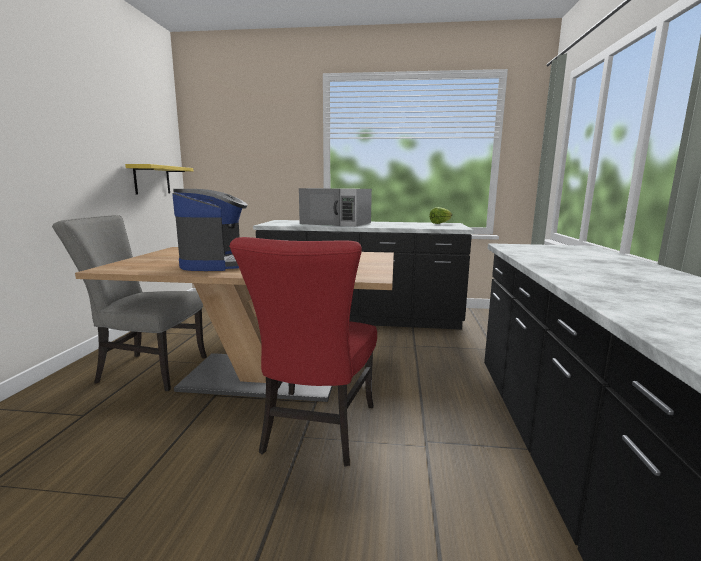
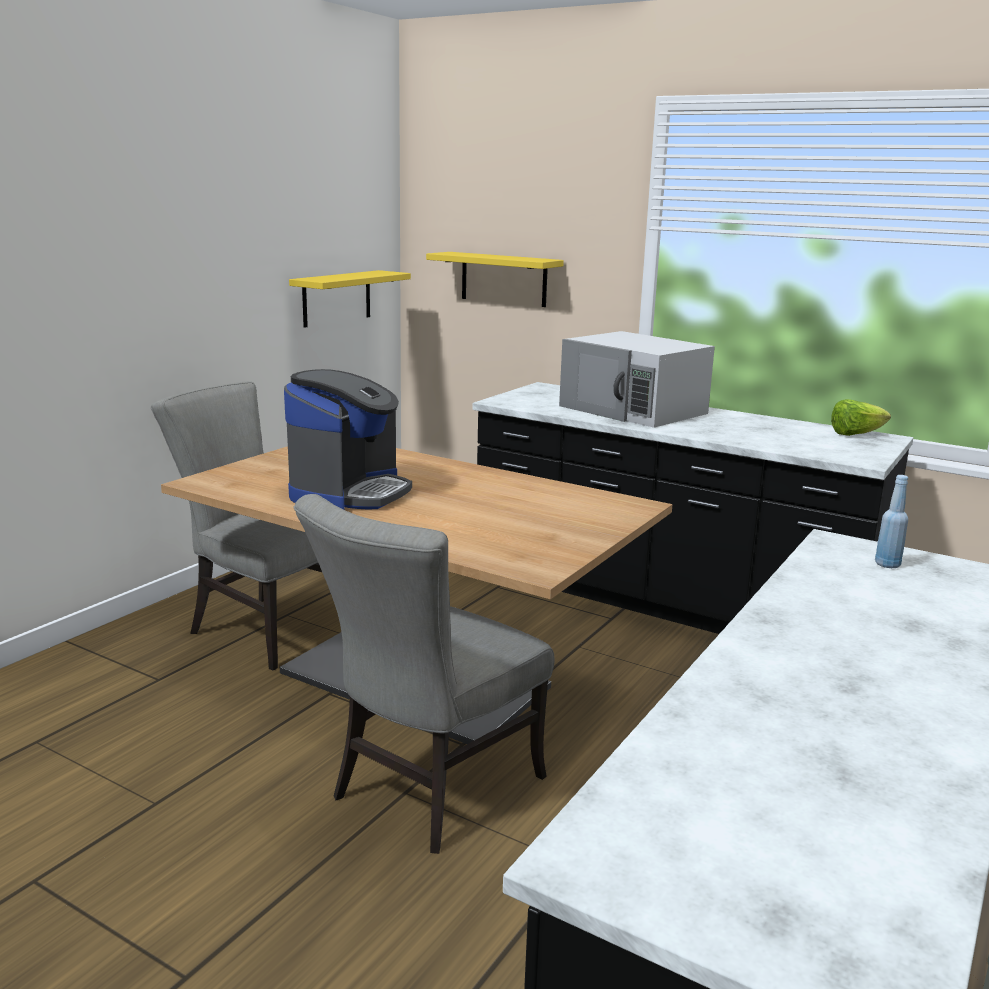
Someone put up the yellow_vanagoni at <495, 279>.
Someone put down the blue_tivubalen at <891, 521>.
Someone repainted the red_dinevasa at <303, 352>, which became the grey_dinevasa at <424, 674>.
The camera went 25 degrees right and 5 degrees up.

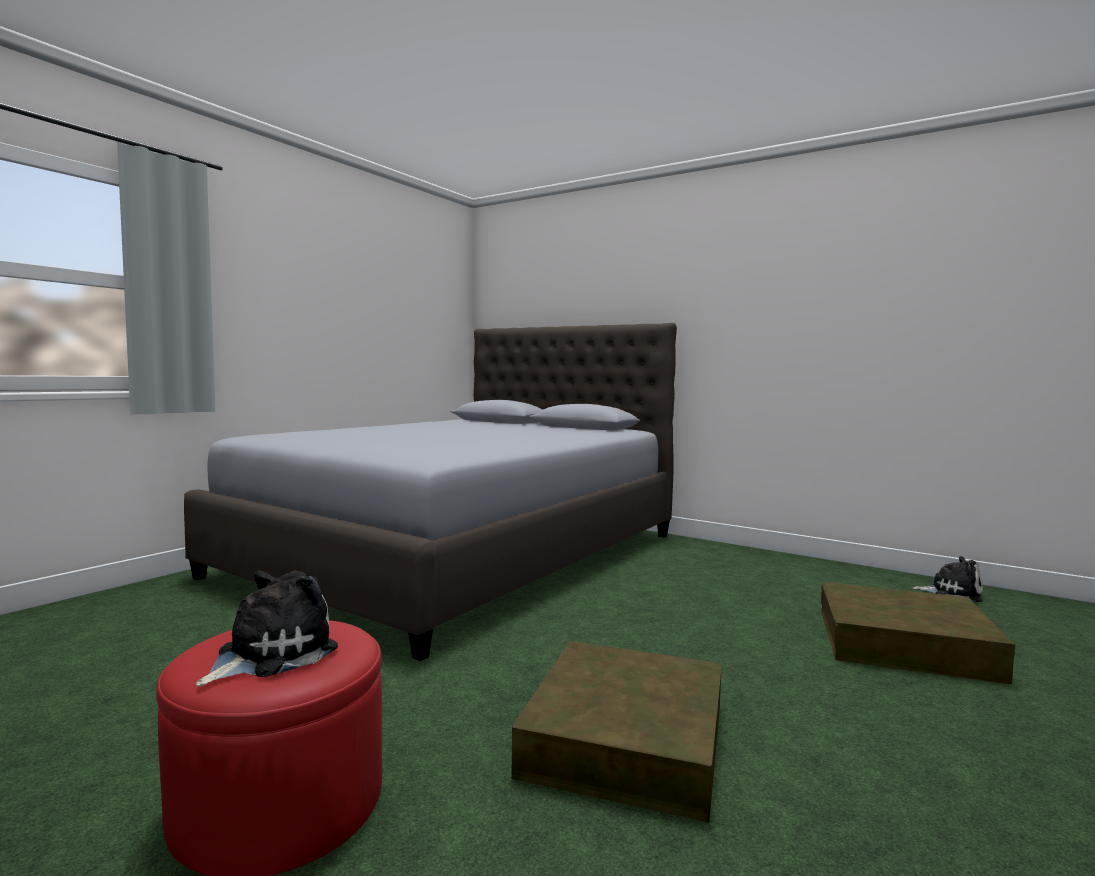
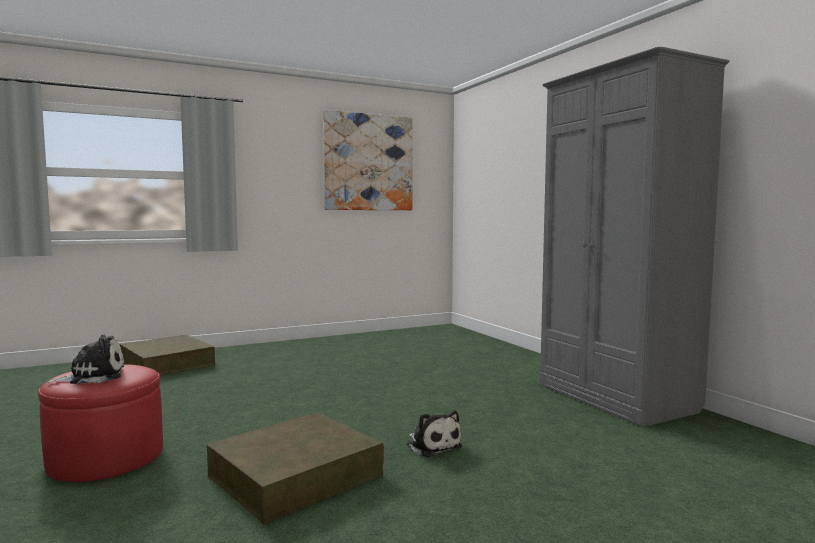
Someone took away the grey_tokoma at <430, 492>.
Someone put up the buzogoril at <368, 160>.
Someone put down the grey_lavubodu at <635, 237>.
Someone carried the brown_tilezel from <918, 633> to <167, 355>.
Someone carried the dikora from <947, 579> to <435, 433>.
The camera went 30 degrees right and 0 degrees up.

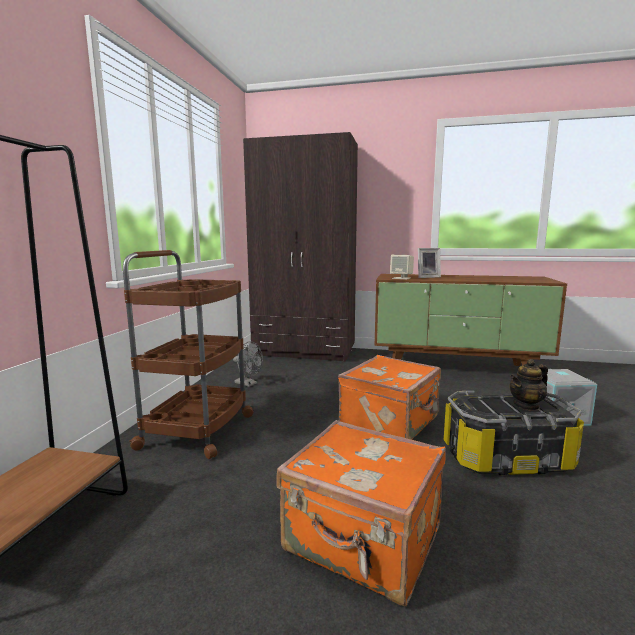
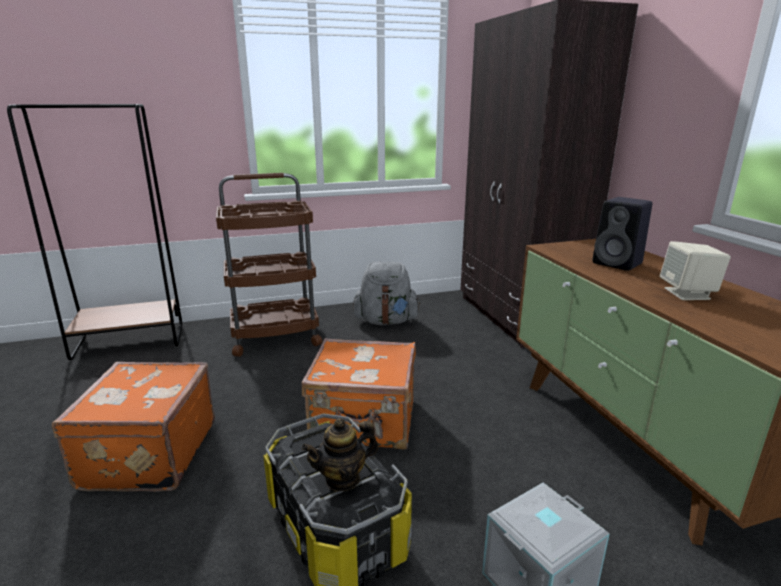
Someone carried the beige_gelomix from <402, 267> to <695, 270>.
Someone swapped the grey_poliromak at <248, 364> for the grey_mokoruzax at <386, 293>.
Someone swapped the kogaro at <429, 263> for the black_gelomix at <622, 234>.
Someone rotated the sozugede at <528, 385> by 60 degrees counterclockwise.
The camera went 60 degrees right and 10 degrees up.

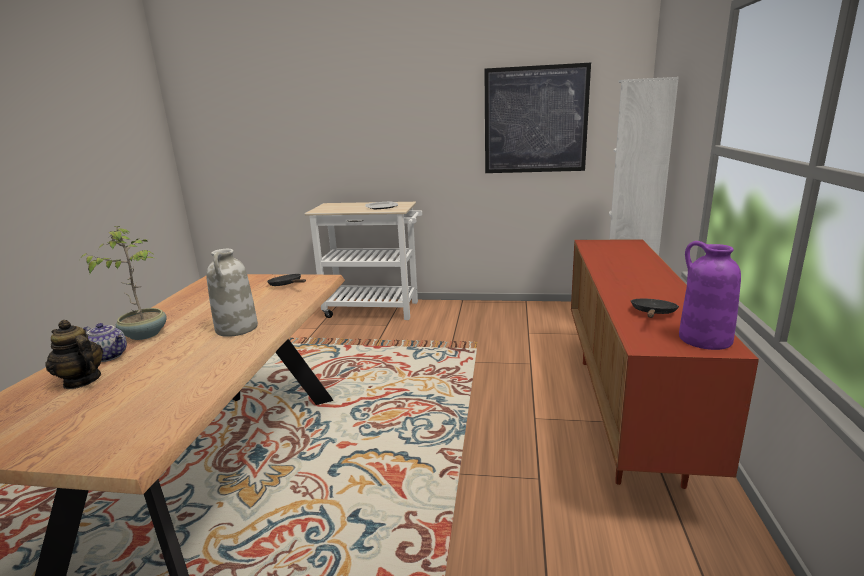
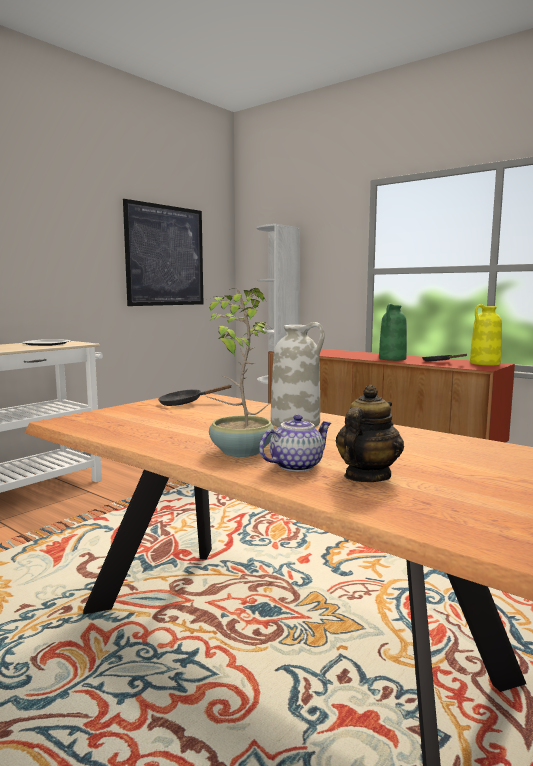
Someone put down the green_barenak at <393, 332>.
Someone repainted the purple_barenak at <710, 295>, which became the yellow_barenak at <486, 334>.
Someone rotated the sozugede at <74, 354> by 150 degrees clockwise.
The camera went 60 degrees left and 10 degrees down.

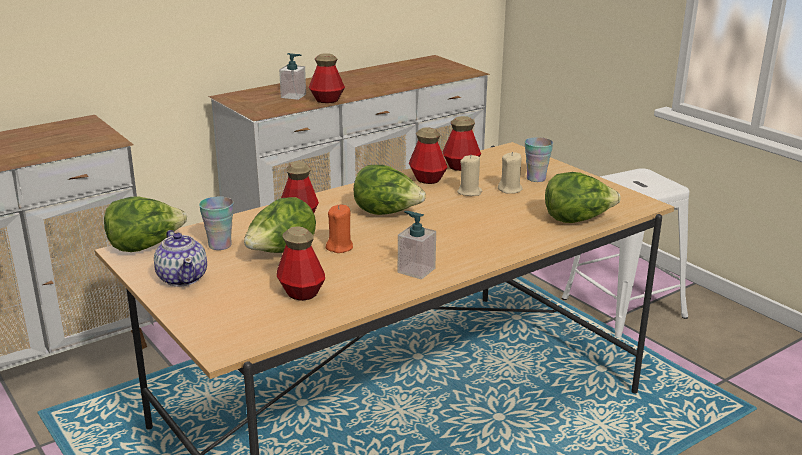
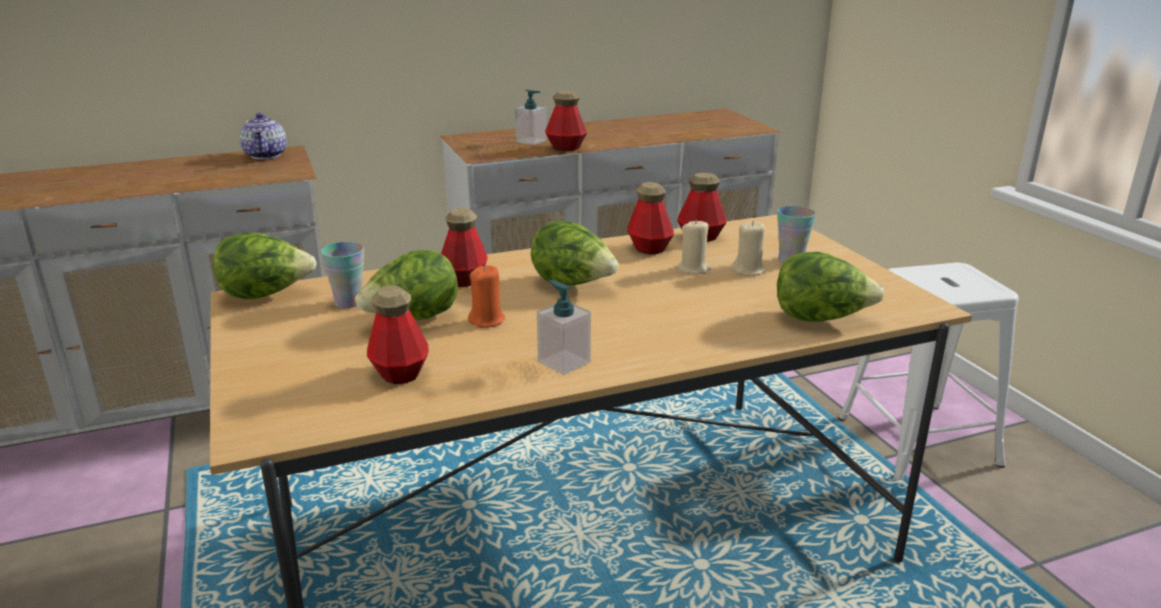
Someone carried the sozugede from <180, 258> to <263, 136>.
The camera went 15 degrees right and 0 degrees up.

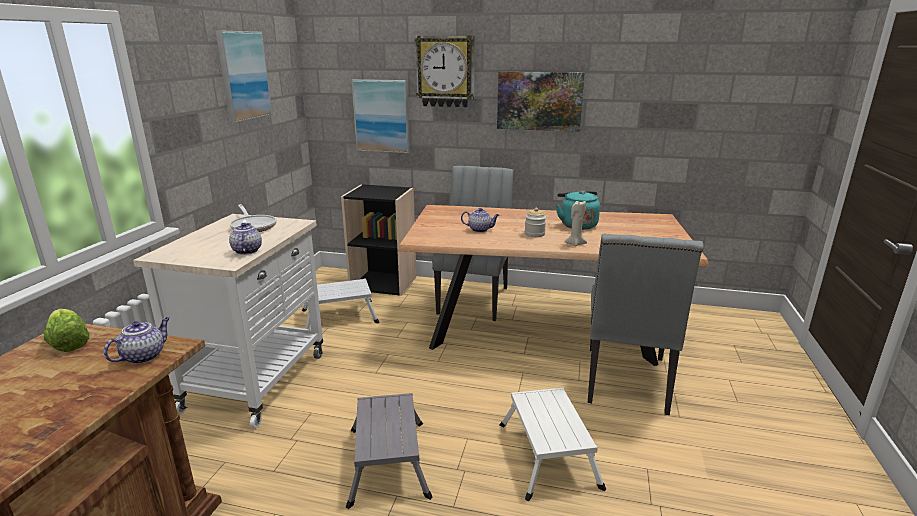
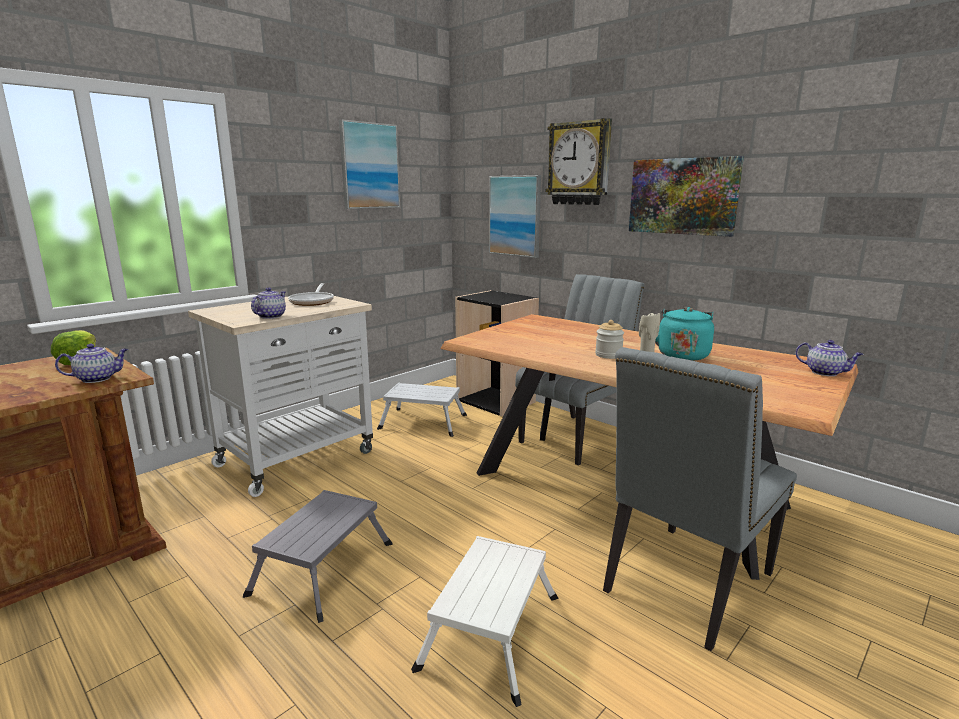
Someone carried the sozugede from <480, 220> to <830, 358>.
The camera went 30 degrees right and 5 degrees down.

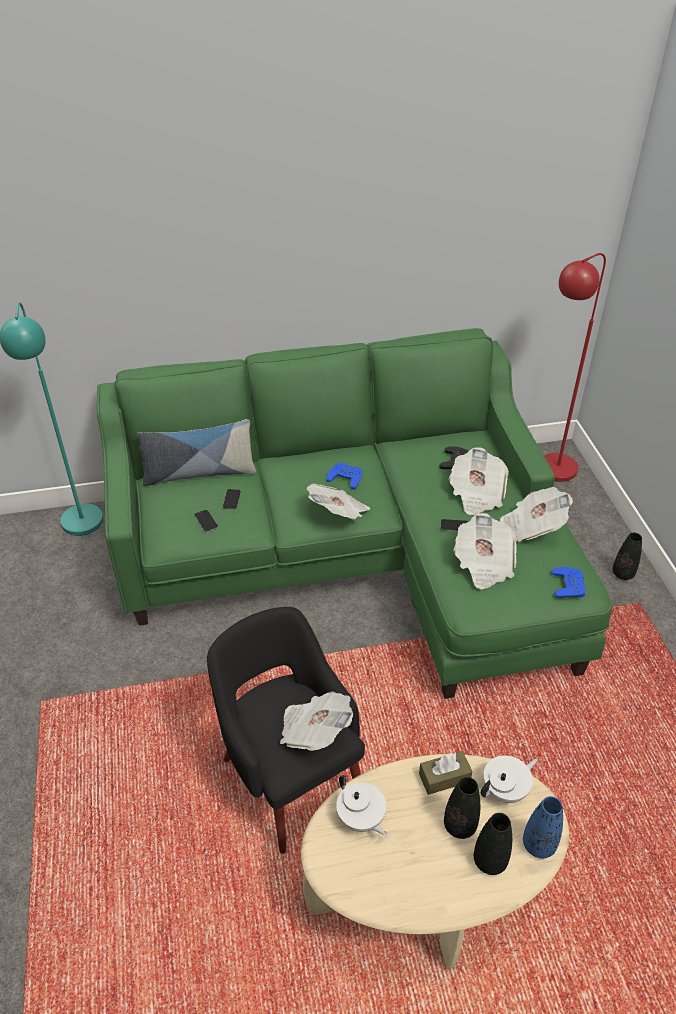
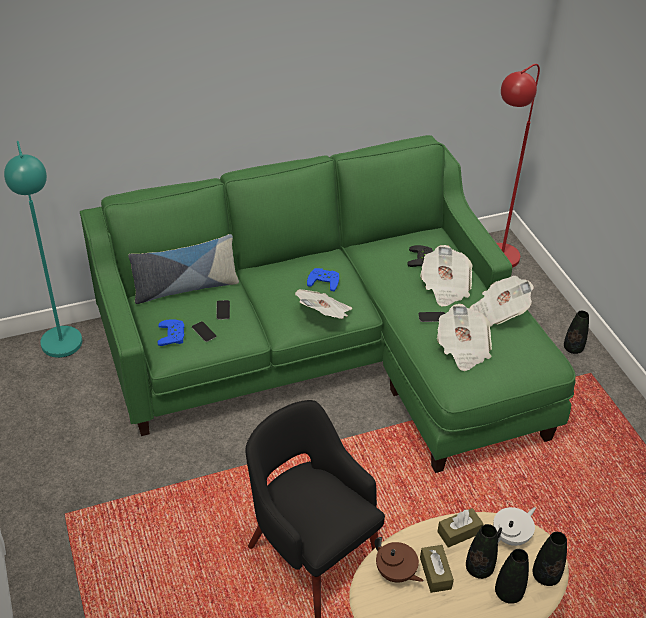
Someone took away the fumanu at <316, 721>.
Someone put down the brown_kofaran at <437, 569>.
Someone carried the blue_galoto from <568, 582> to <171, 332>.
Someone repainted the white_sozugede at <361, 805>, which became the brown_sozugede at <399, 560>.
Someone repainted the blue_barenak at <543, 827>, which became the black_barenak at <549, 559>.
The camera went 10 degrees left and 0 degrees up.

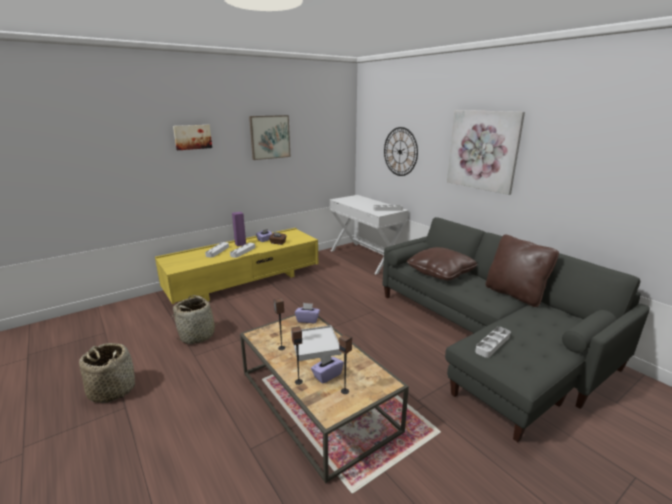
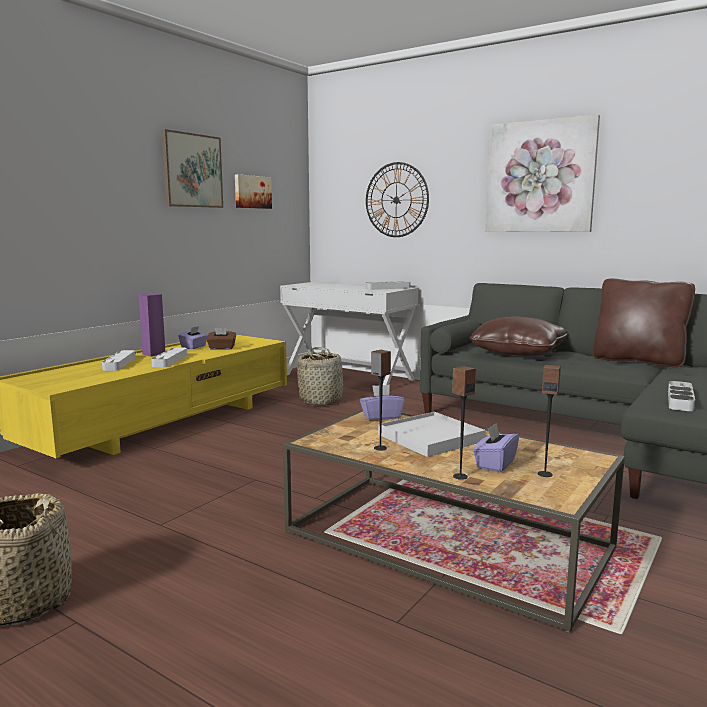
Someone carried the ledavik from <196, 319> to <320, 376>.
Someone carried the buzogoril from <192, 137> to <253, 191>.
The camera went 20 degrees left and 10 degrees down.

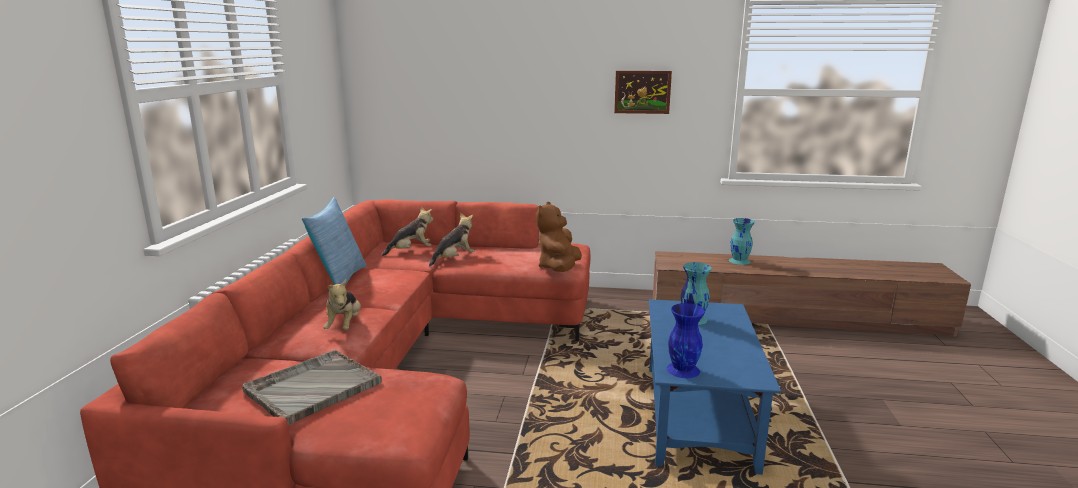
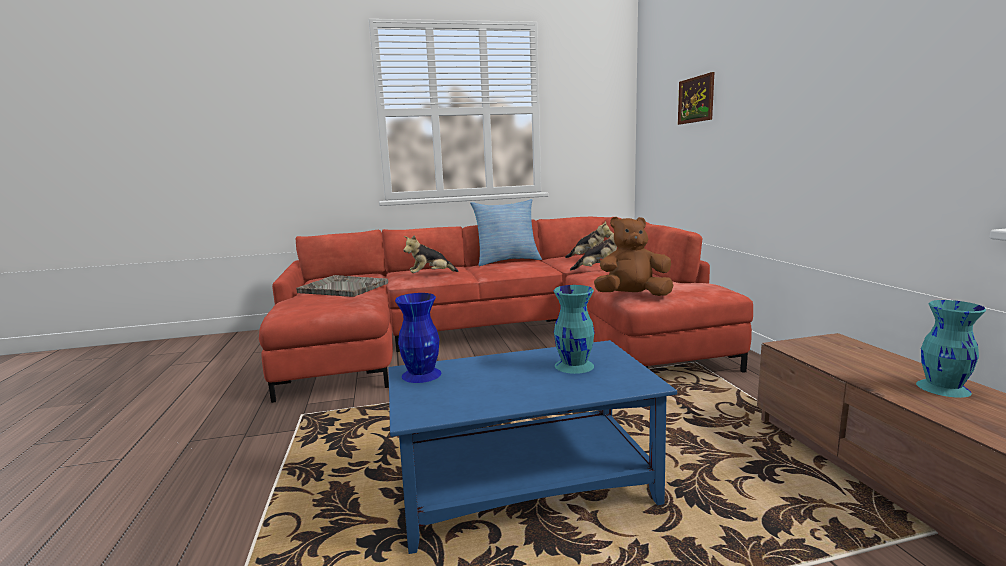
Someone carried the buzogoril from <643, 92> to <696, 98>.
The camera went 70 degrees right and 5 degrees down.

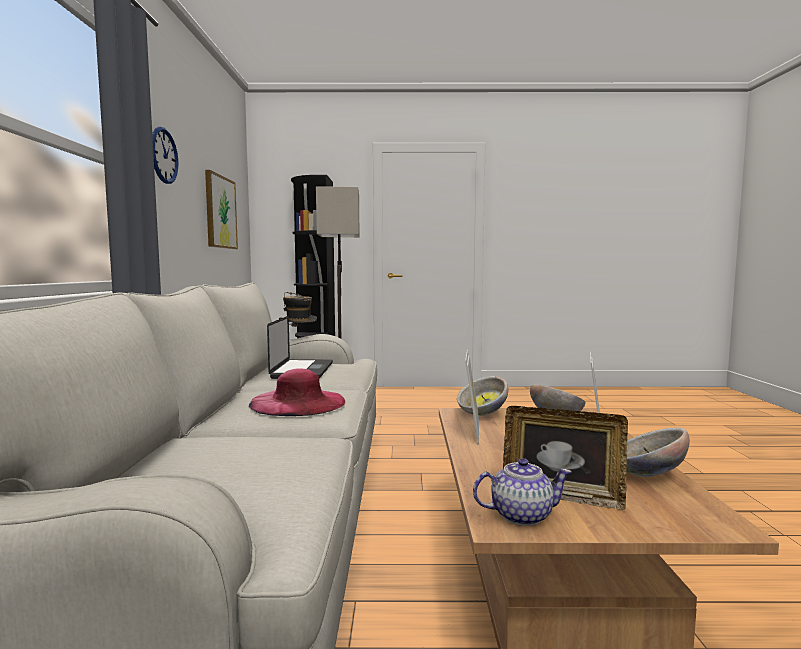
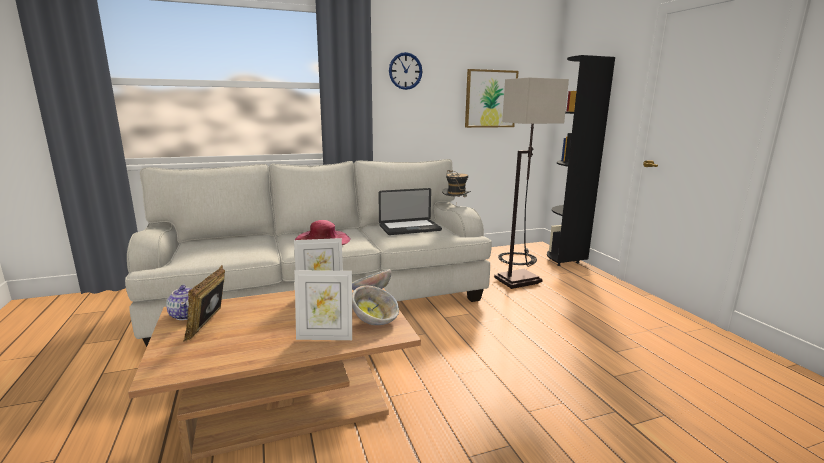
Someone took away the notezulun at <658, 452>.
The camera went 70 degrees right and 10 degrees up.

